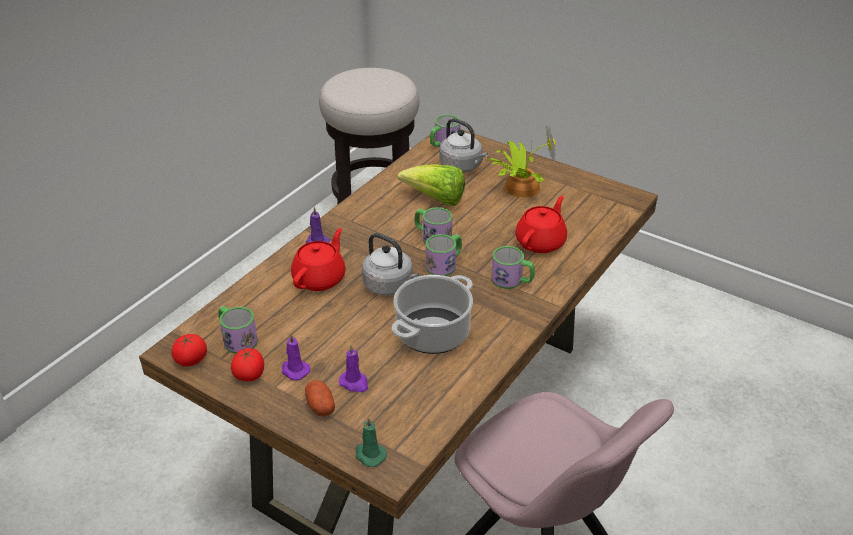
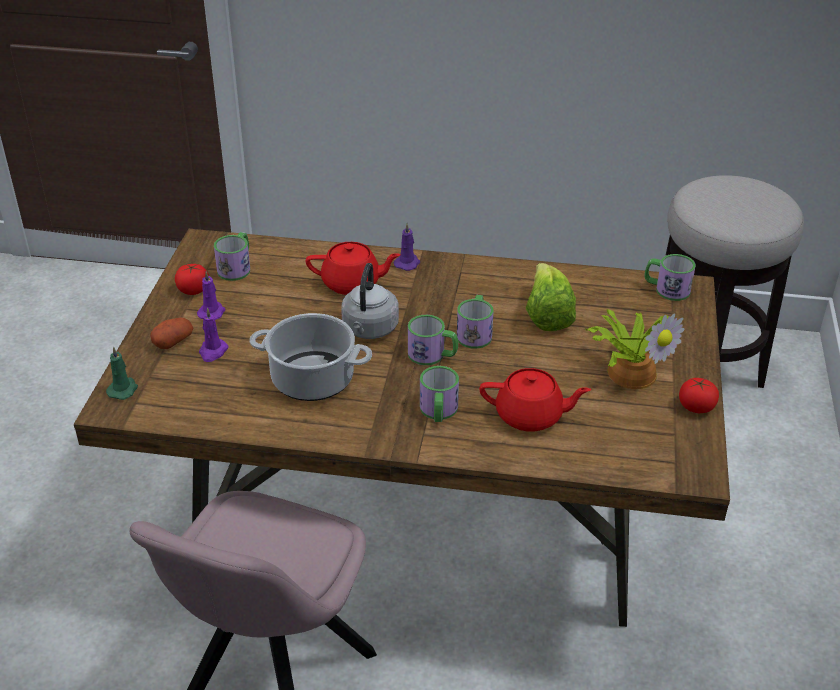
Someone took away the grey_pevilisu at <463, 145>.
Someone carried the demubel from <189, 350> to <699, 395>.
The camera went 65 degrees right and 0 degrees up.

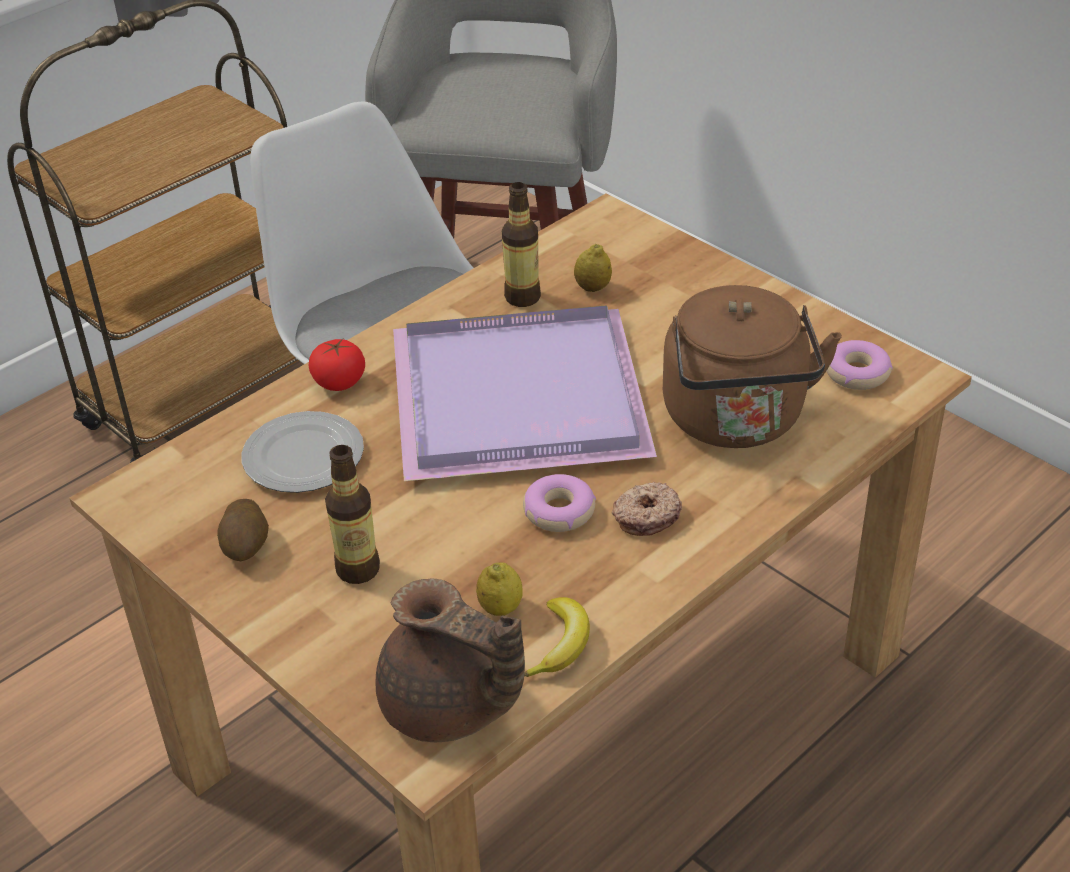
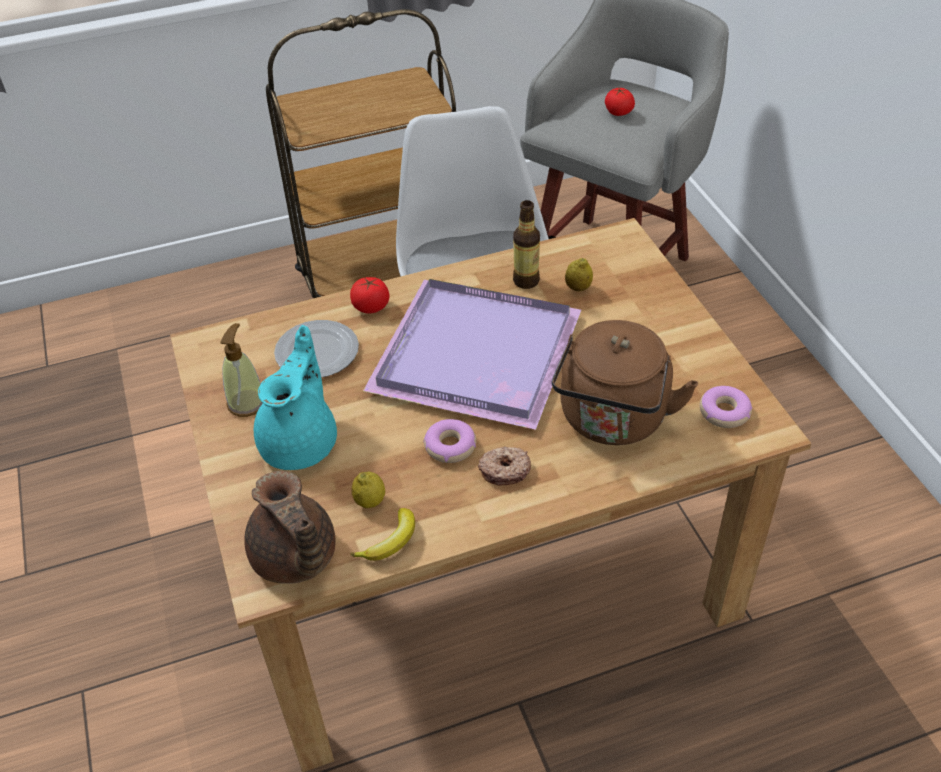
Someone put down the demubel at <620, 101>.
Someone swapped the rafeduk at <243, 530> for the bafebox at <241, 370>.
Someone swapped the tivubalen at <352, 514> for the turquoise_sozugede at <295, 397>.
The camera went 25 degrees right and 5 degrees up.

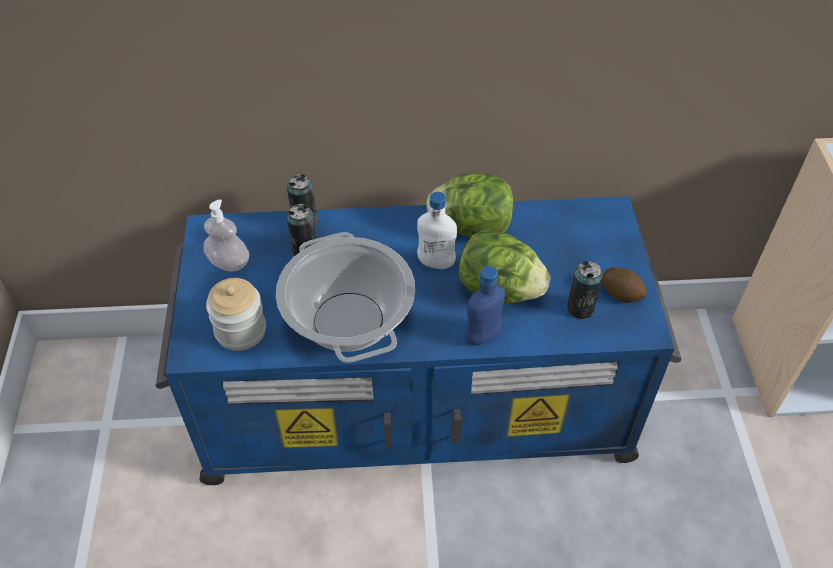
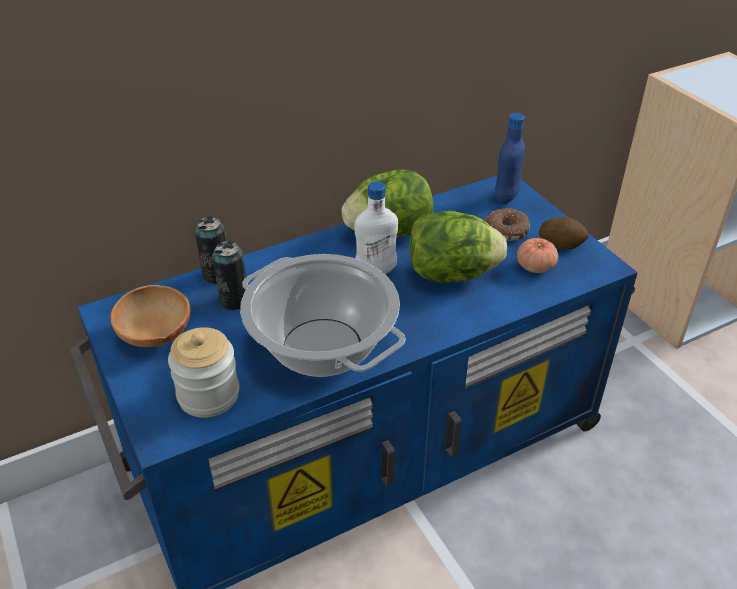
Someone put down the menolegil at <507, 224>.
Someone carried the blue_tivubalen from <485, 306> to <510, 158>.
Someone swapped the bafebox at <226, 235> for the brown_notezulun at <150, 316>.
Someone swapped the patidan at <585, 290> for the demubel at <537, 255>.
The camera went 25 degrees left and 10 degrees down.

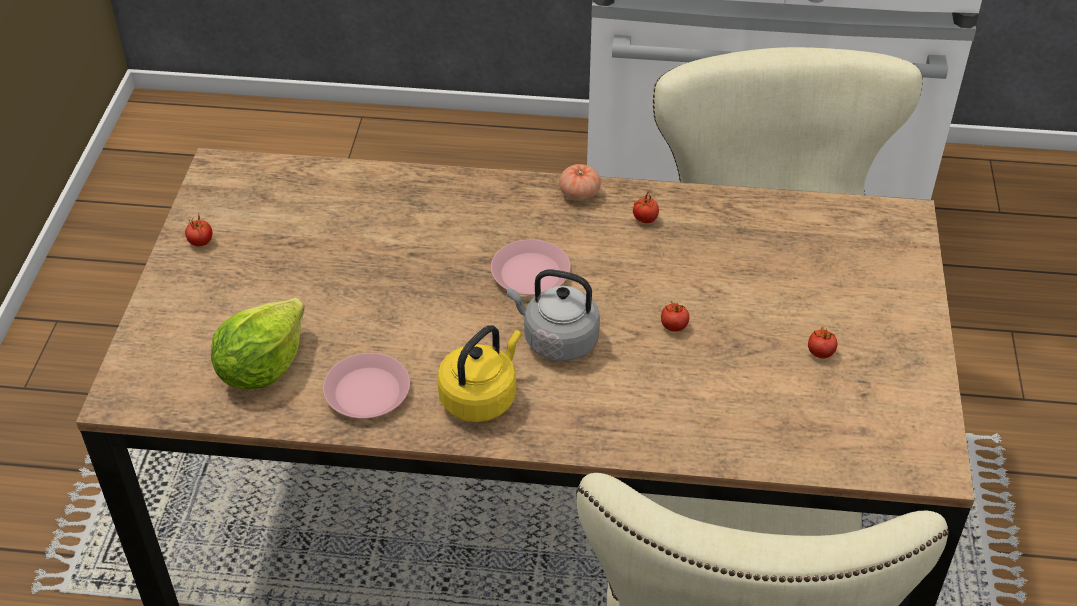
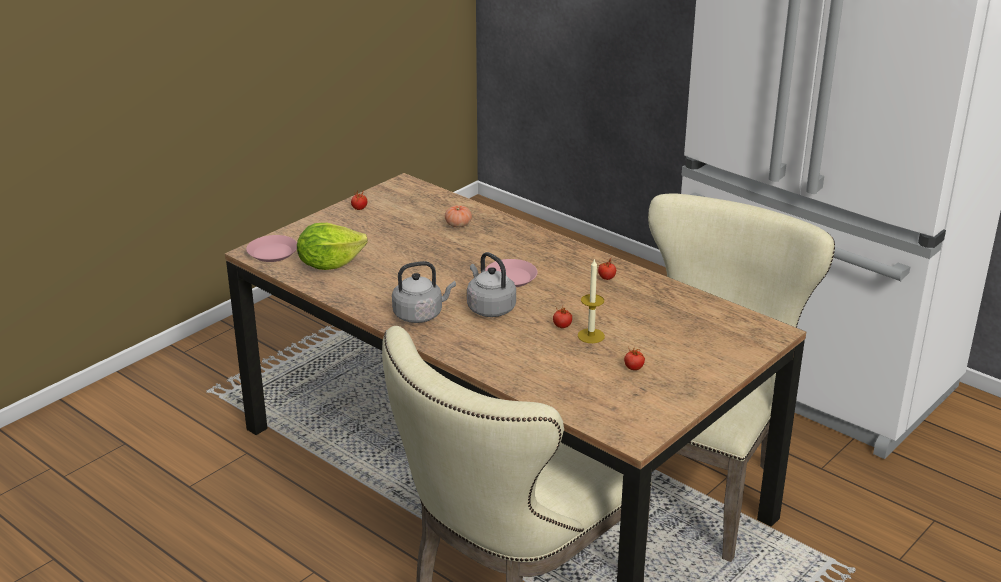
Someone put down the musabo at <591, 301>.
Someone carried the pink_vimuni from <366, 386> to <271, 248>.
Someone carried the demubel from <580, 182> to <458, 216>.
Someone repainted the yellow_pevilisu at <479, 373>, which became the grey_pevilisu at <424, 292>.
The camera went 35 degrees right and 15 degrees down.

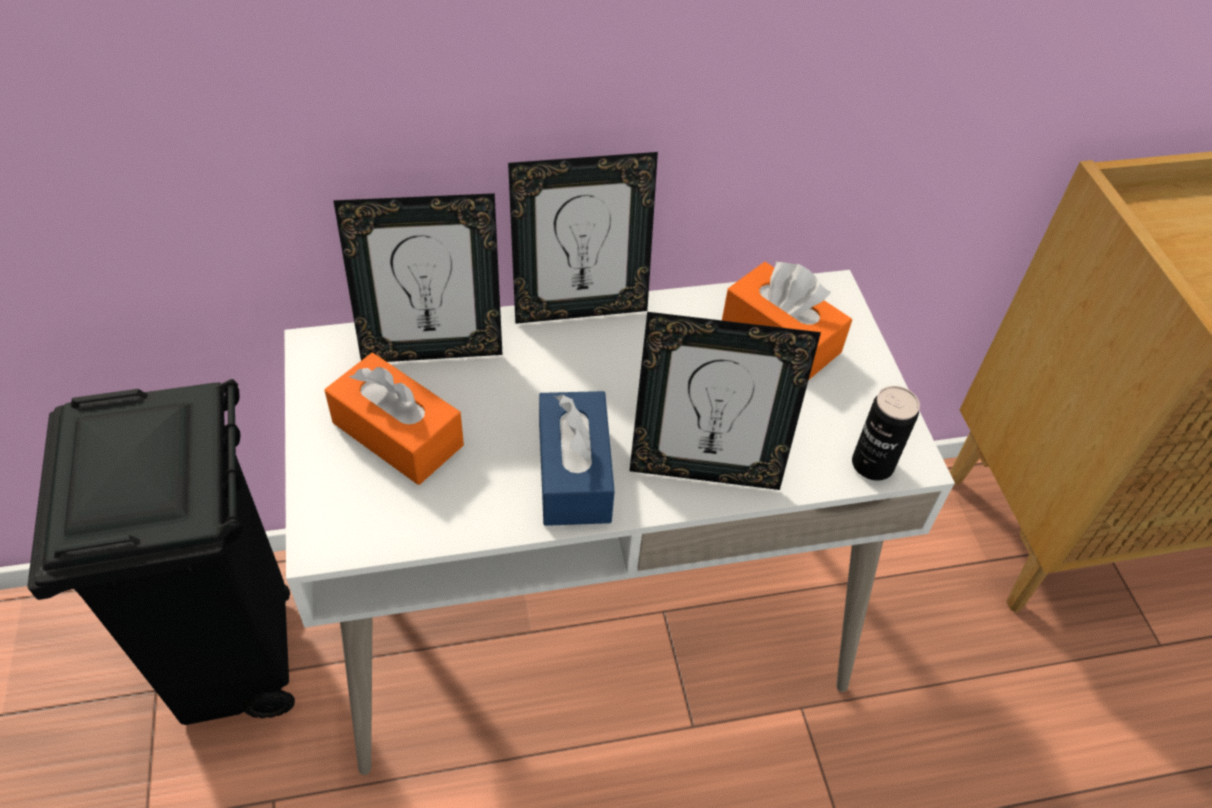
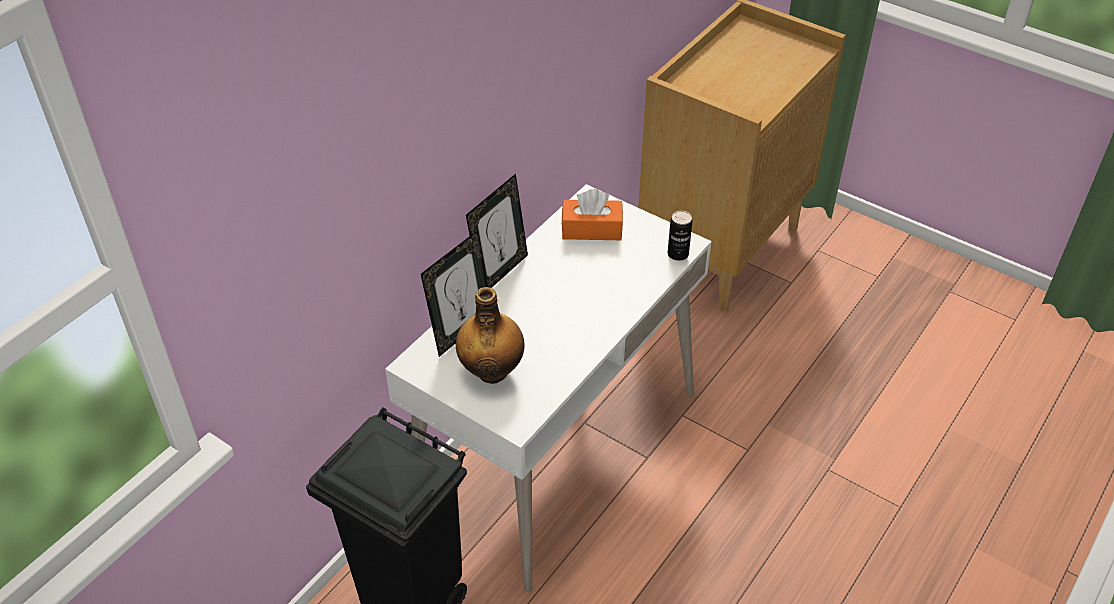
Someone took away the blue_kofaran at <577, 458>.
Someone took away the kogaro at <725, 401>.
Someone swapped the orange_kofaran at <394, 419> for the tivubalen at <490, 335>.
The camera went 40 degrees left and 5 degrees down.

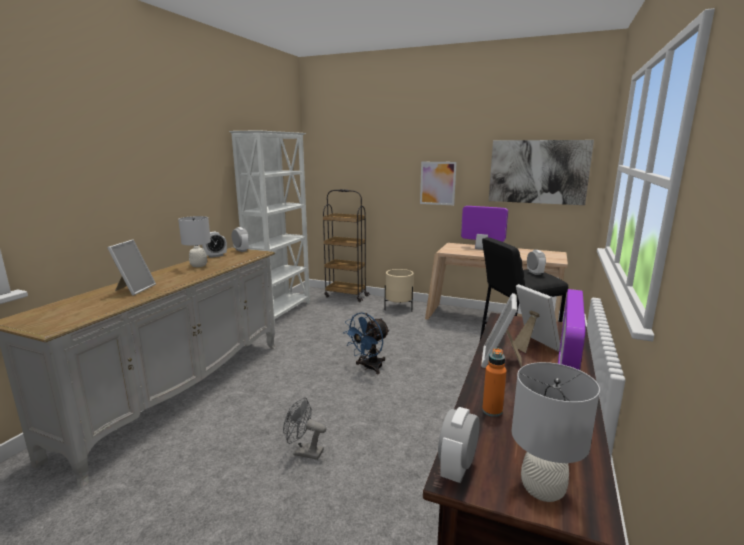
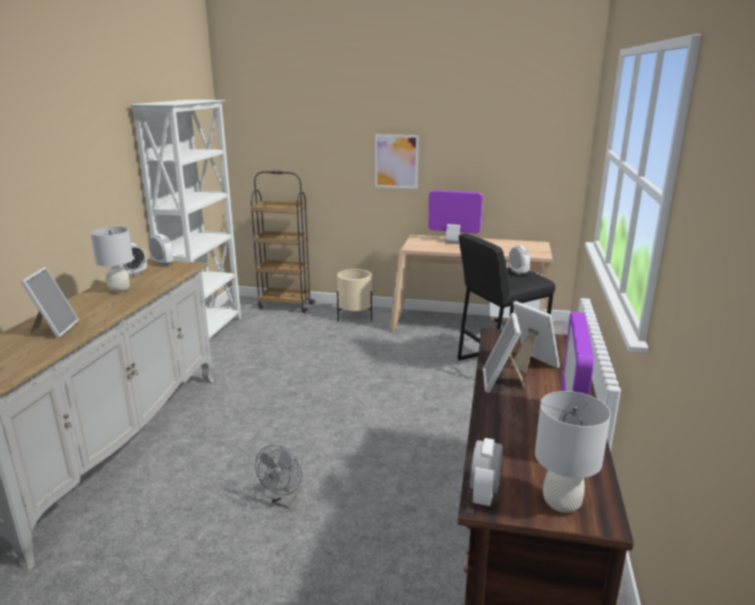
Someone took away the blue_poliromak at <366, 343>.
Someone took away the orange_tivubalen at <494, 382>.
Someone took away the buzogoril at <541, 172>.
Someone rotated the grey_poliromak at <304, 428> by 75 degrees counterclockwise.
The camera went 10 degrees left and 5 degrees up.

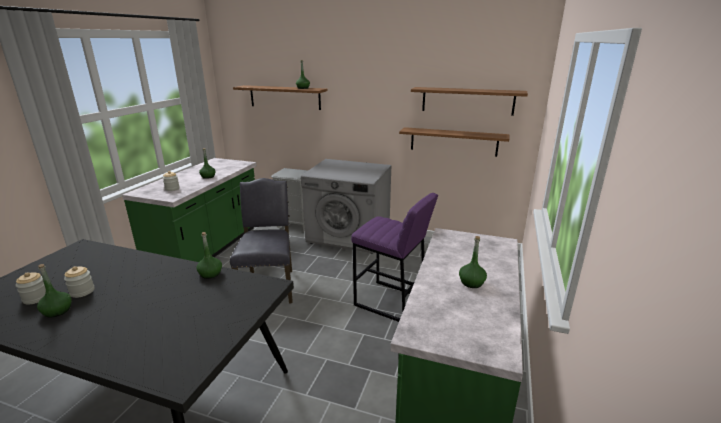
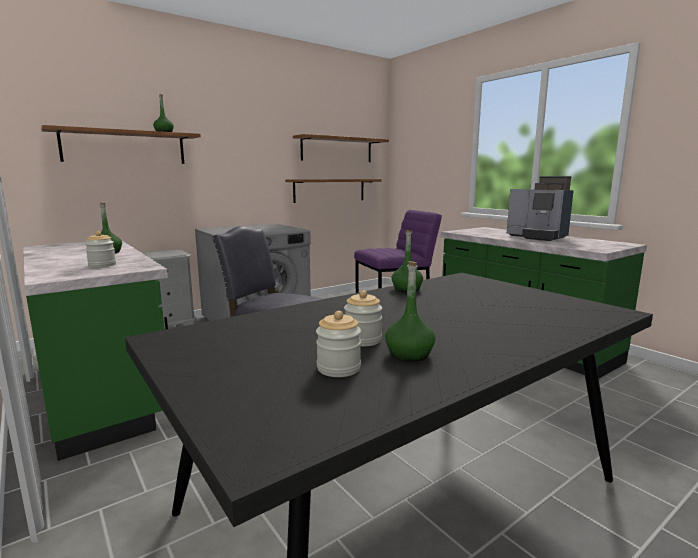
Someone swapped the green_tivubalen at <473, 262> for the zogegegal at <540, 208>.
The camera went 55 degrees left and 10 degrees down.

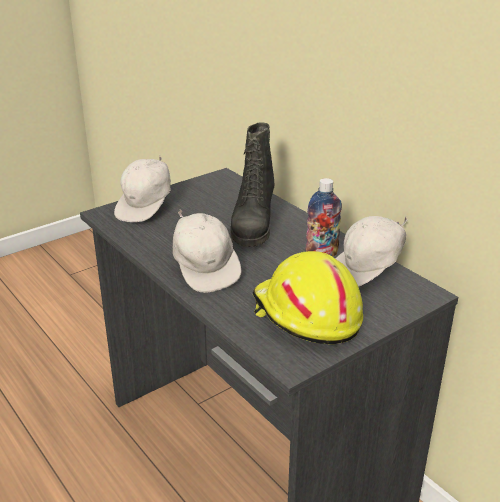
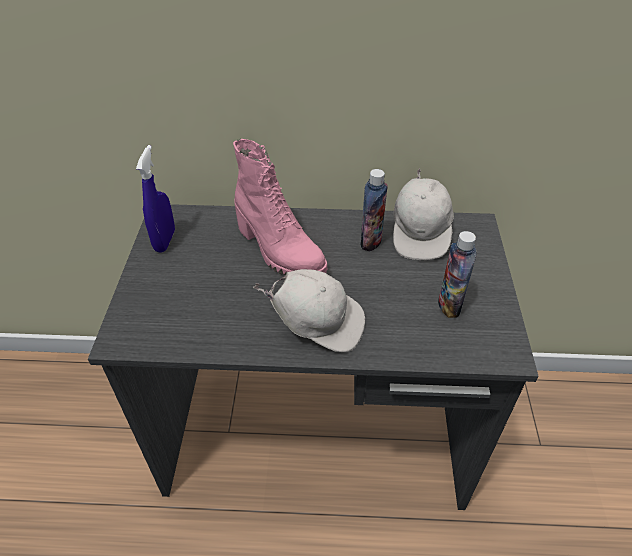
Someone took away the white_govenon at <142, 189>.
Someone put down the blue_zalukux at <155, 198>.
Someone swapped the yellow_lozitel at <308, 298> for the tivubalen at <457, 274>.
Someone repainted the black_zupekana at <252, 185>, which became the pink_zupekana at <280, 207>.
The camera went 50 degrees left and 15 degrees up.

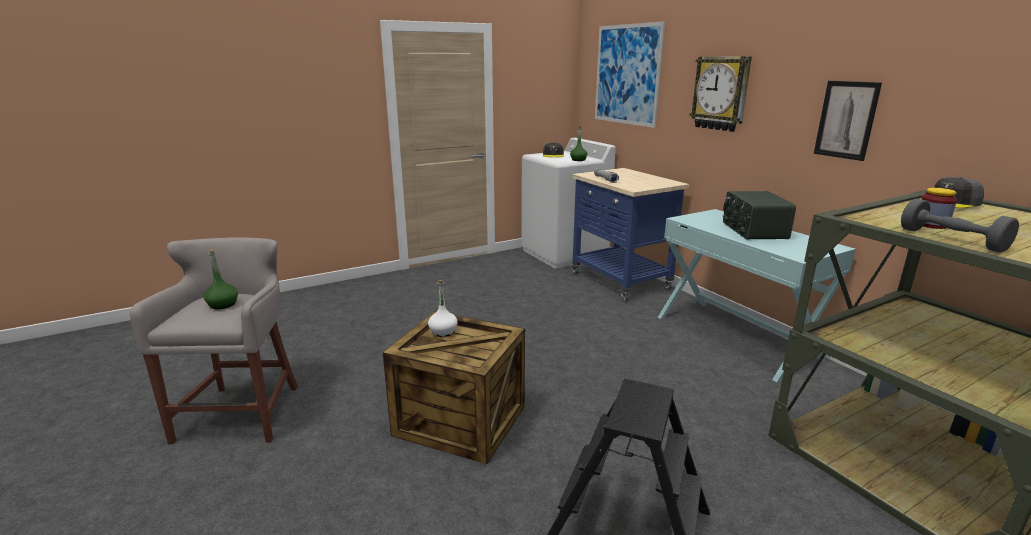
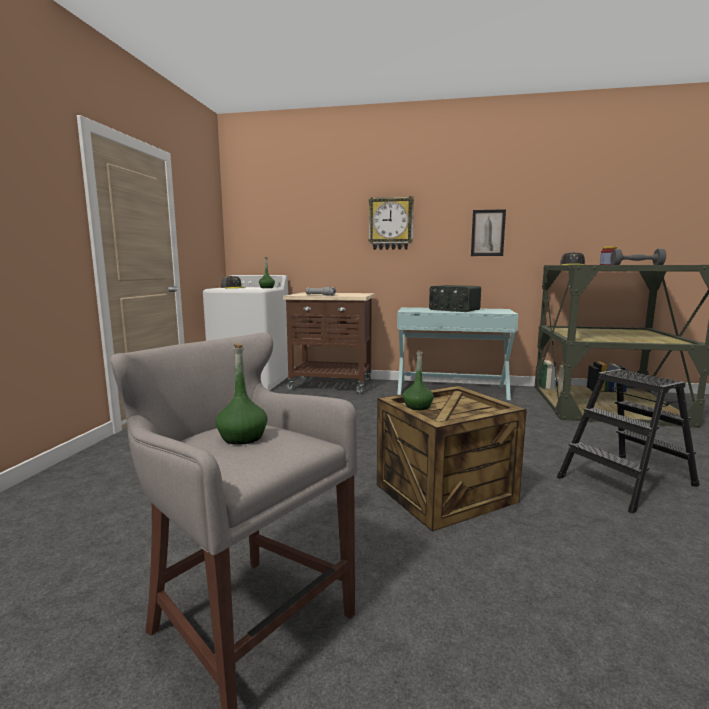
Someone took away the buzogoril at <630, 74>.
Someone repainted the white_tivubalen at <443, 308>, which became the green_tivubalen at <418, 380>.
Someone repainted the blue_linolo at <630, 235>, which became the brown_linolo at <329, 343>.
The camera went 50 degrees left and 10 degrees down.

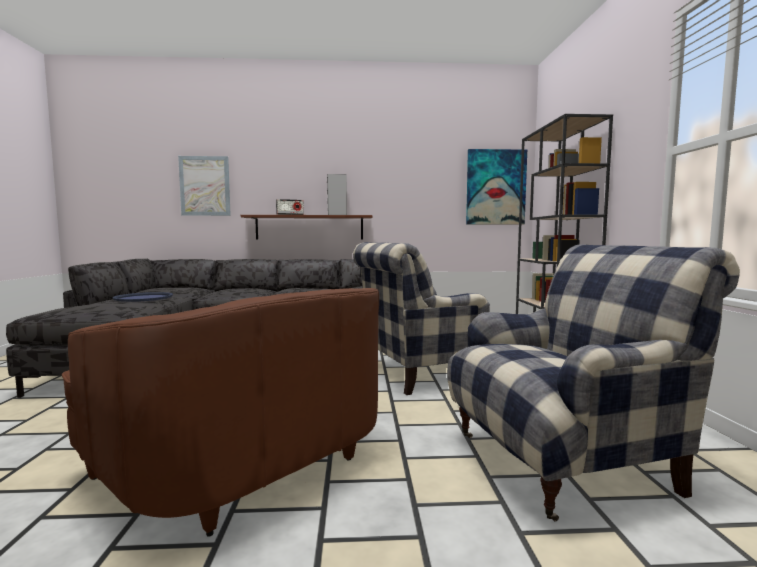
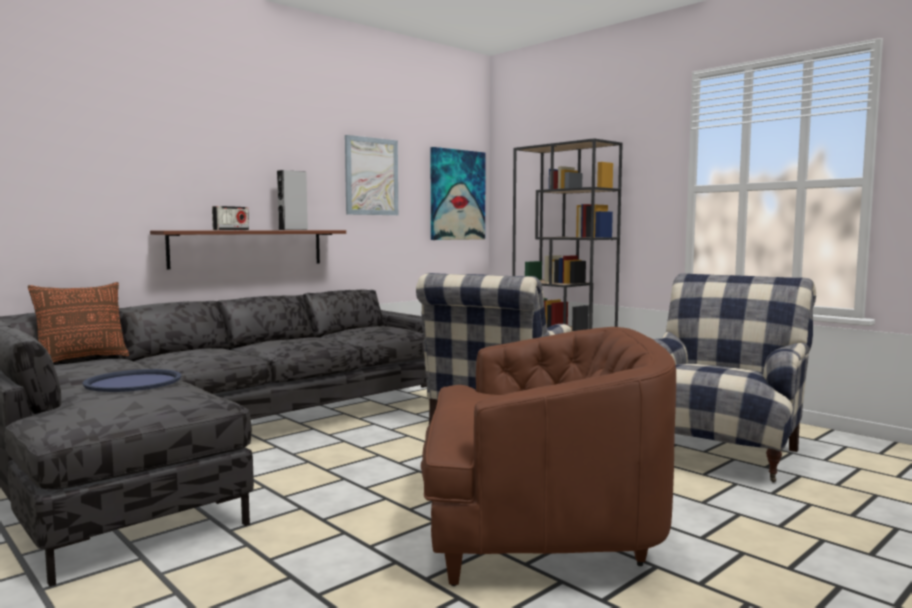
Someone put down the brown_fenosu at <78, 322>.
Someone carried the buzogoril from <204, 186> to <371, 175>.
The camera went 40 degrees left and 0 degrees up.

